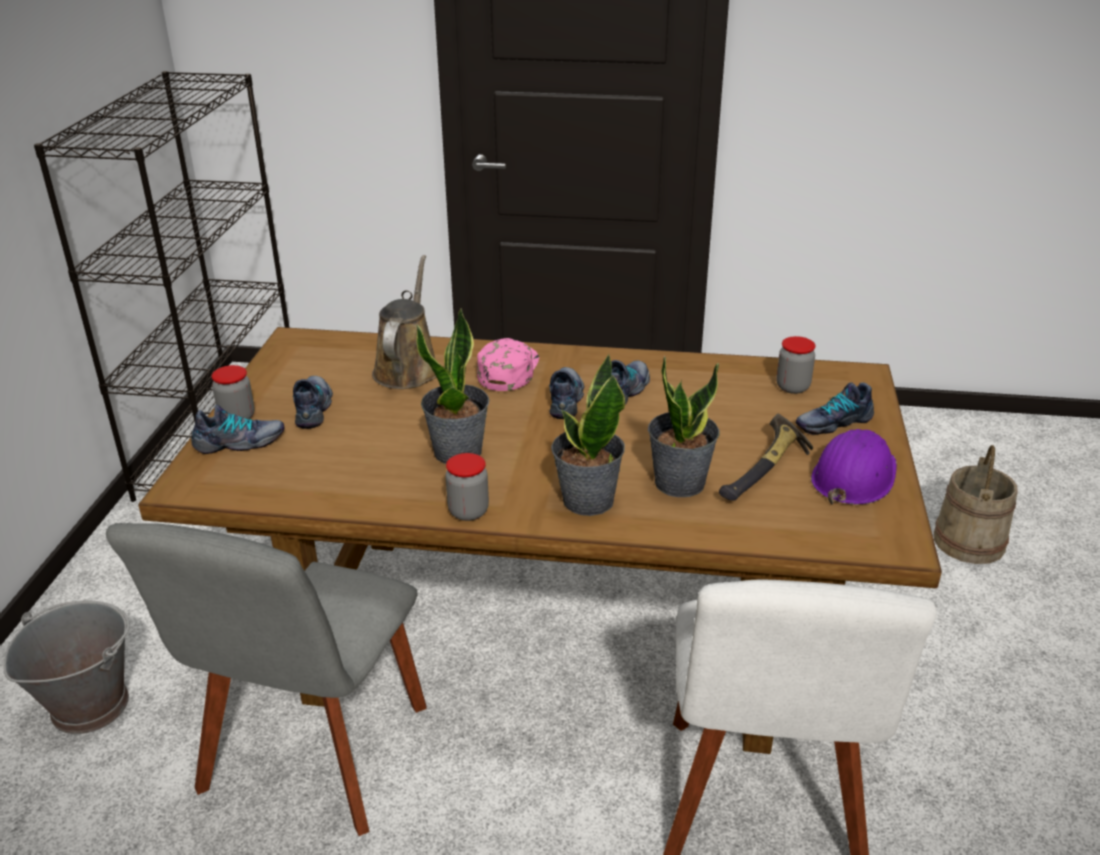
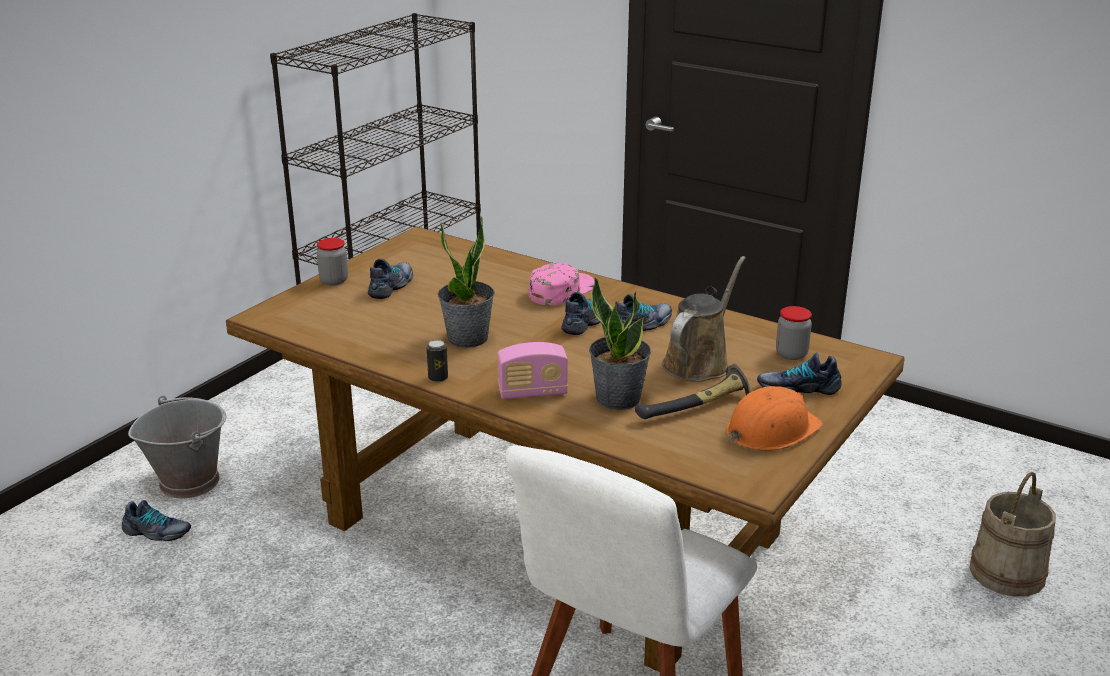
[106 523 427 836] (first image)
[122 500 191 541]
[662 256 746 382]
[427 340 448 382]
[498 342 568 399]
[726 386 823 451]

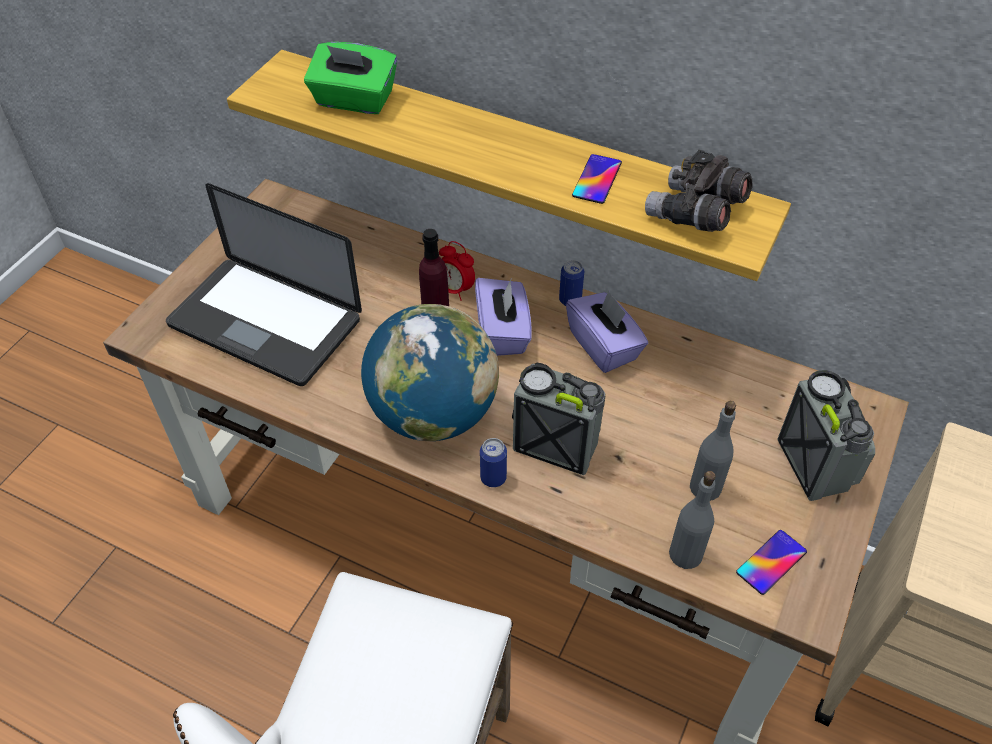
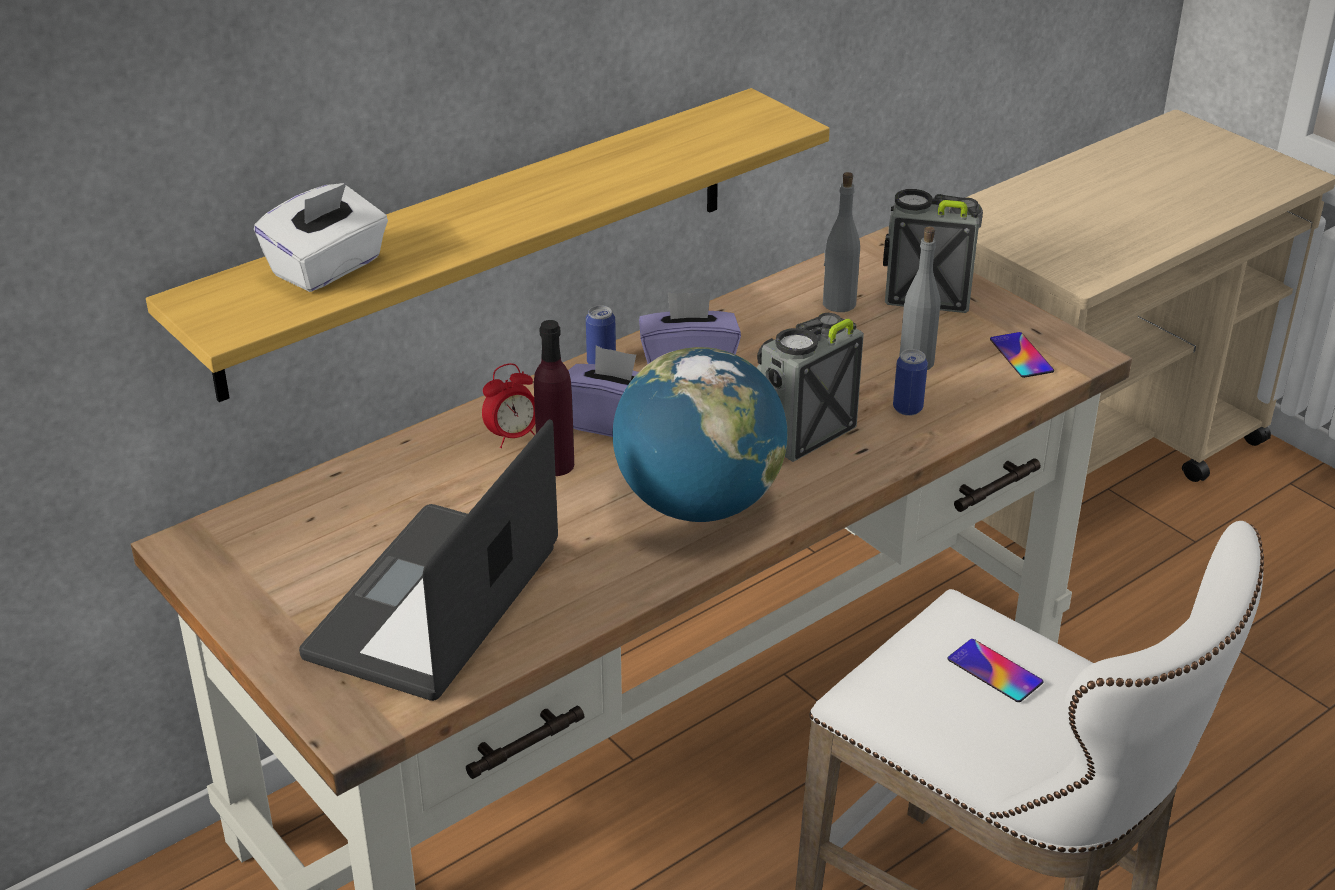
[299 419 558 701]
[254 183 388 292]
[893 349 928 416]
[948 639 1043 702]
[645 150 753 232] (first image)
[823 172 860 312]

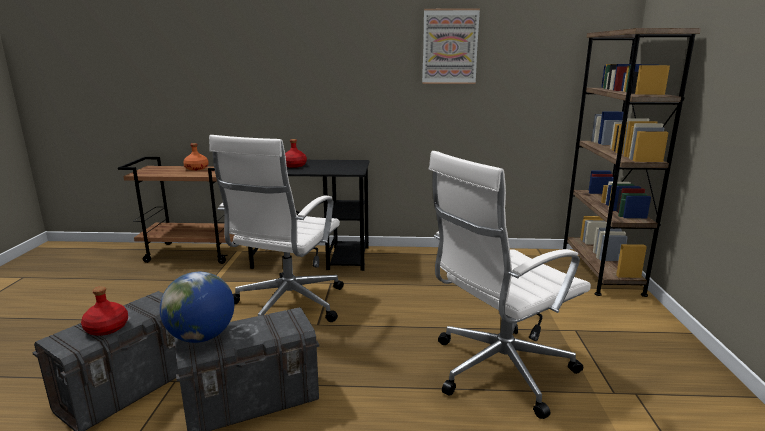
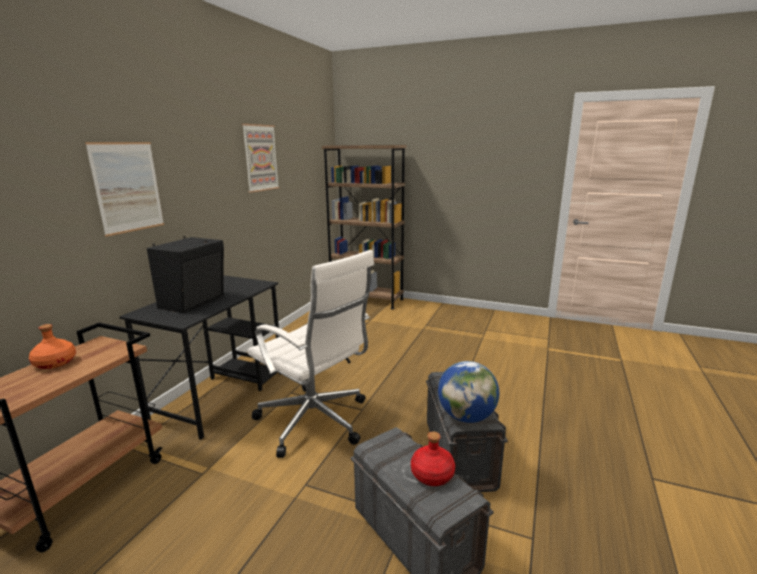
[147 236 224 313]
[429 151 591 419] (first image)
[85 142 164 237]

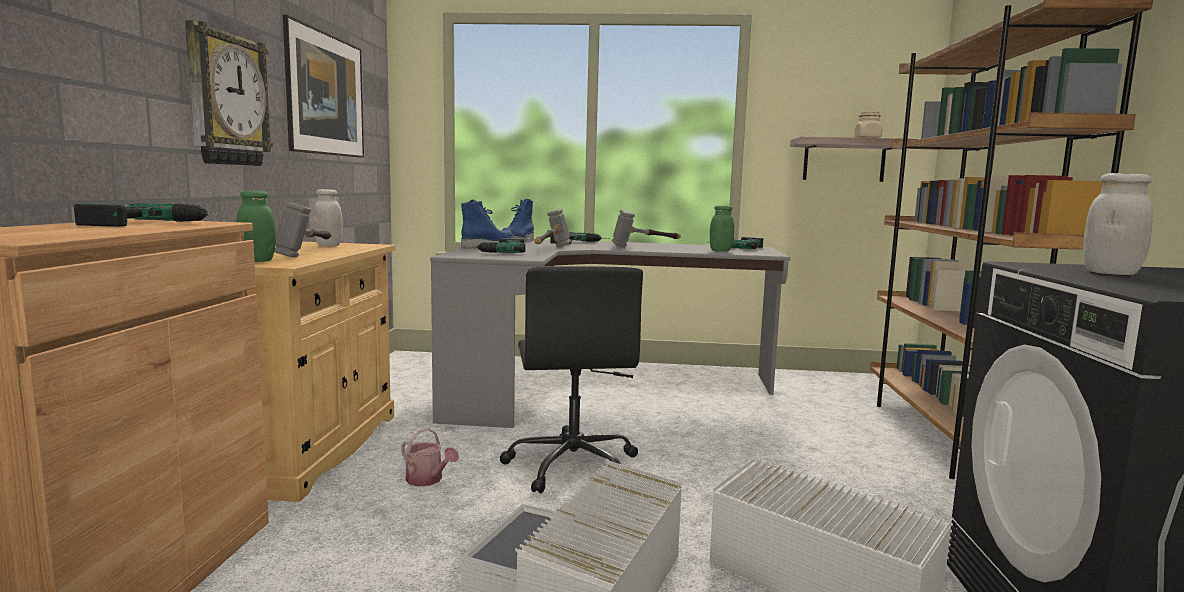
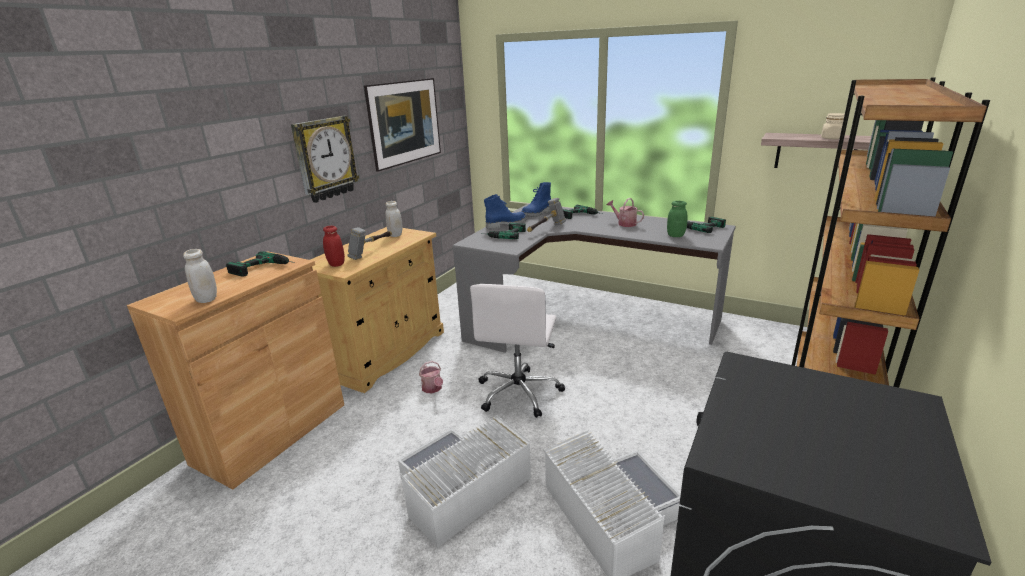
[323 226 345 267]
[470 284 565 418]
[607 198 644 227]
[183 249 217 303]

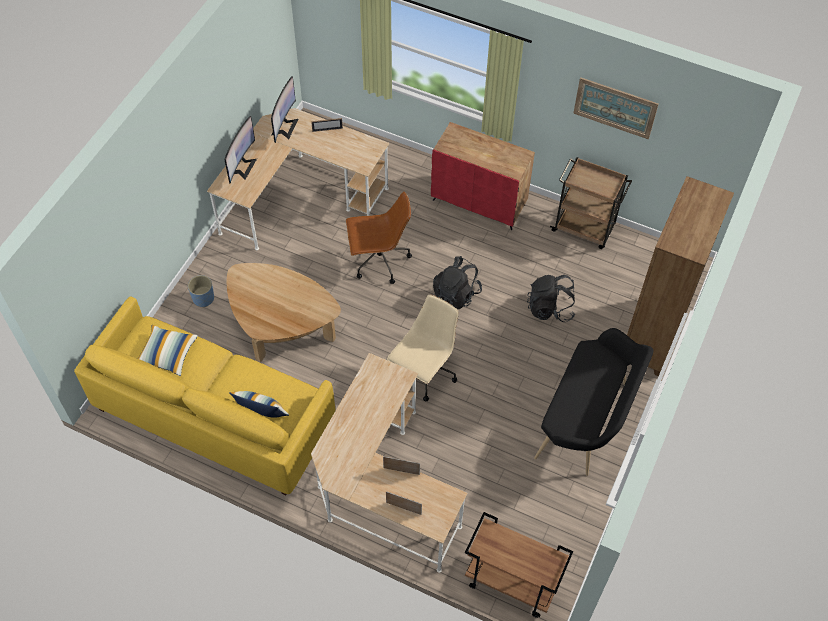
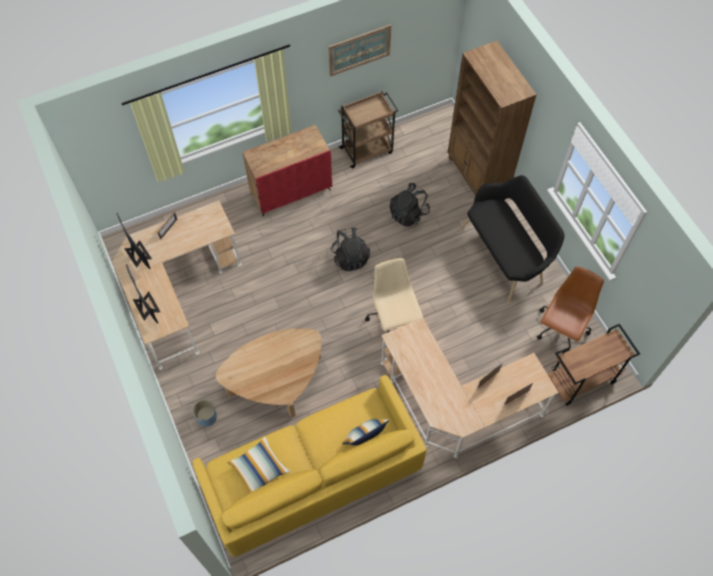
[537 266 604 352]

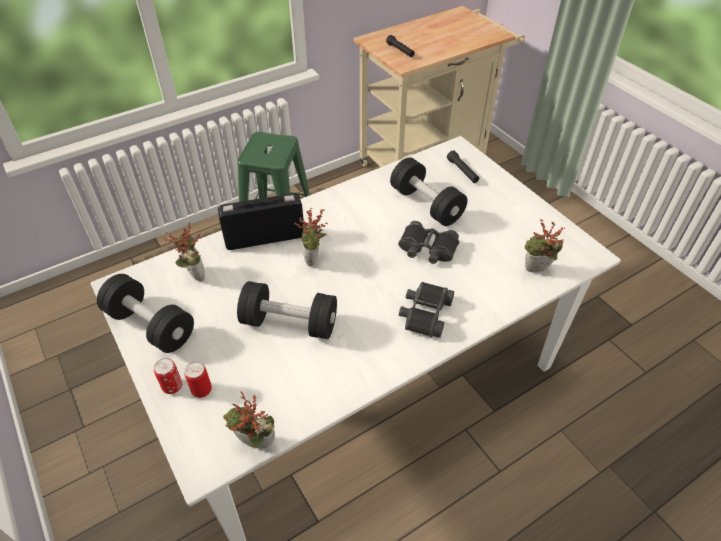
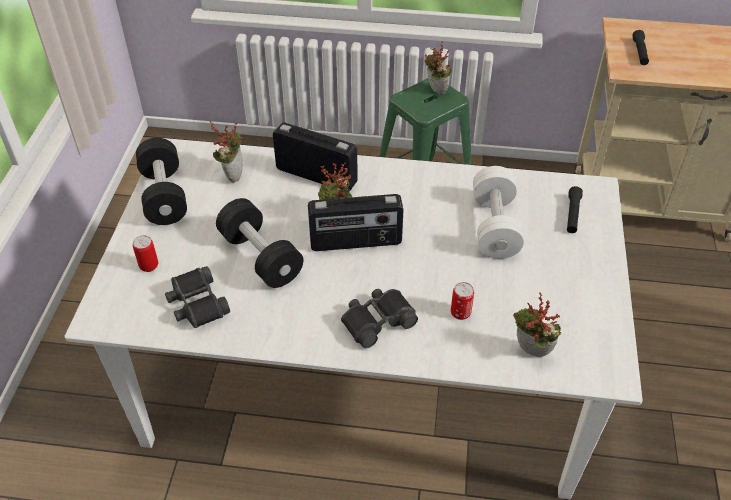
[451 282 474 320]
[424 41 452 95]
[473 166 524 259]
[165 266 230 328]
[308 194 403 251]

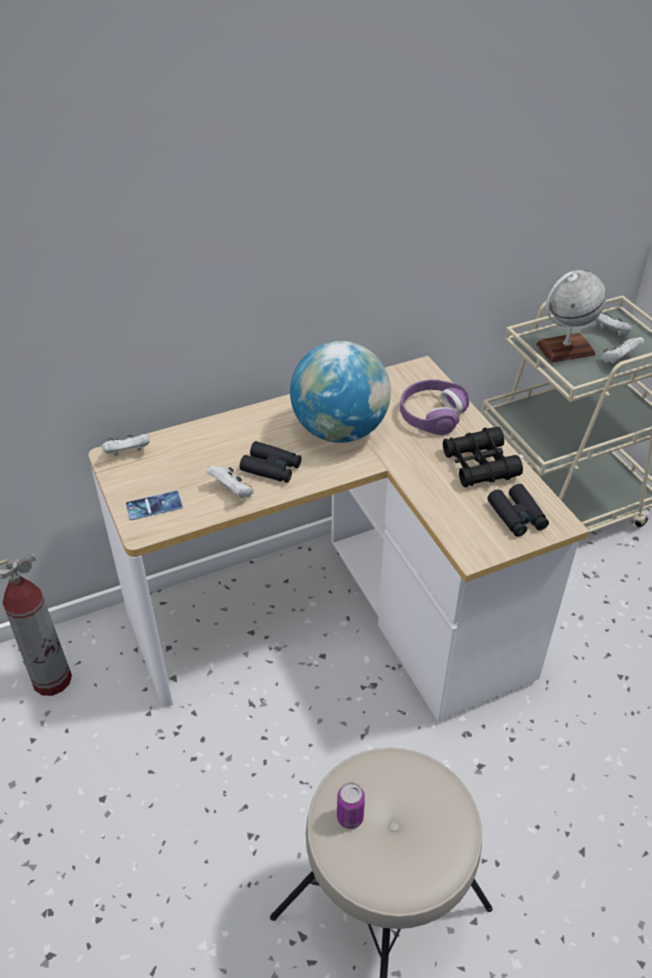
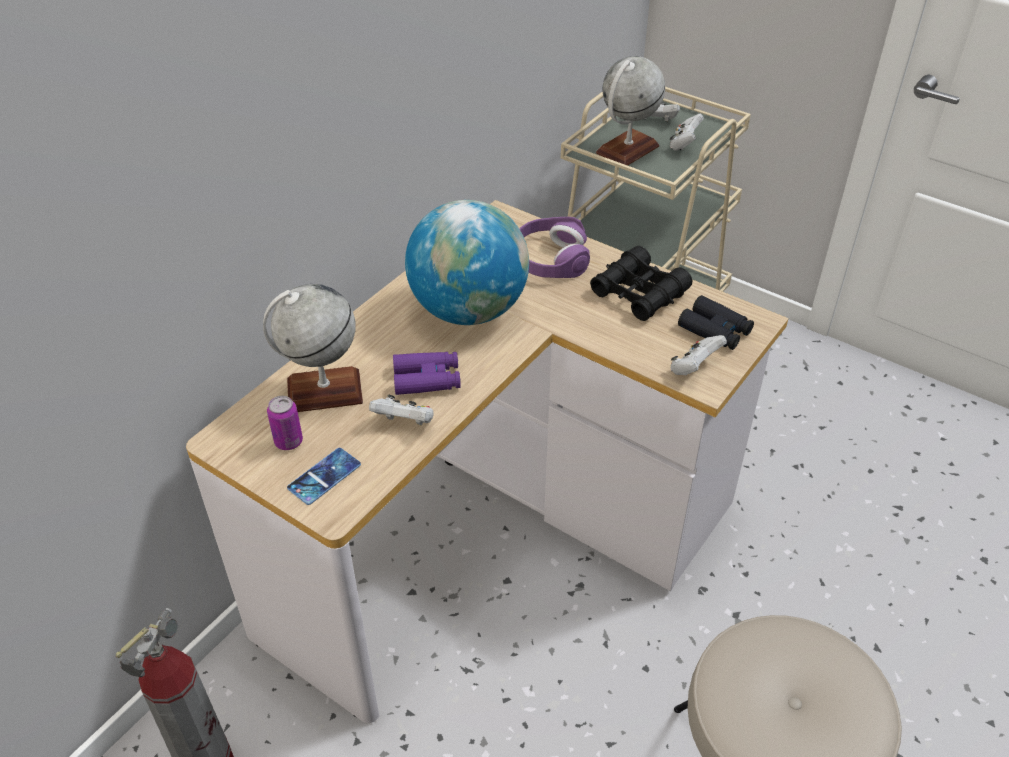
[670 335 727 376]
[393 352 461 395]
[267 396 303 450]
[263 284 363 412]

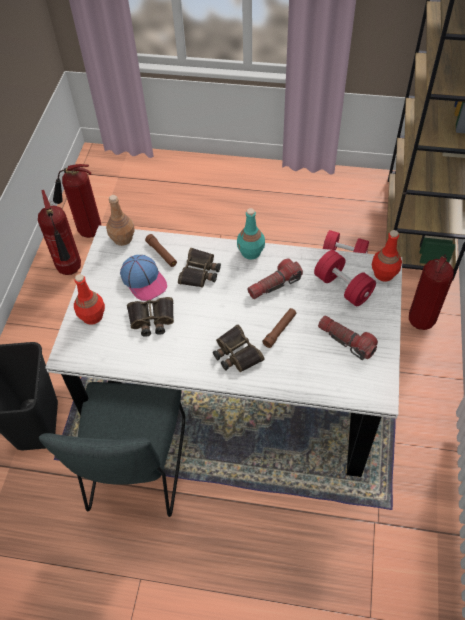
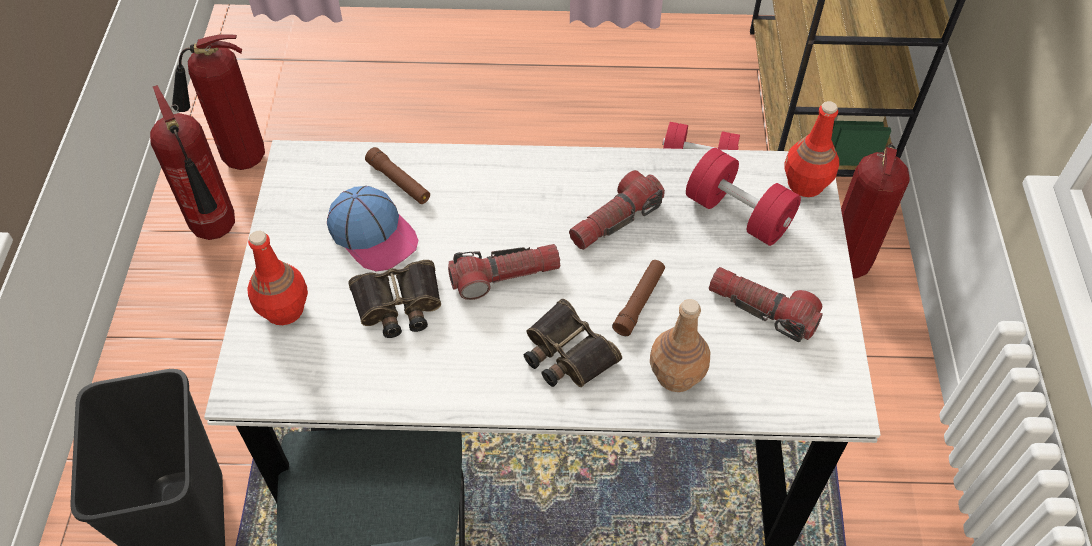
[650 299 710 392]
[178 248 221 288] (first image)
[237 208 265 260] (first image)
[448 244 560 300]

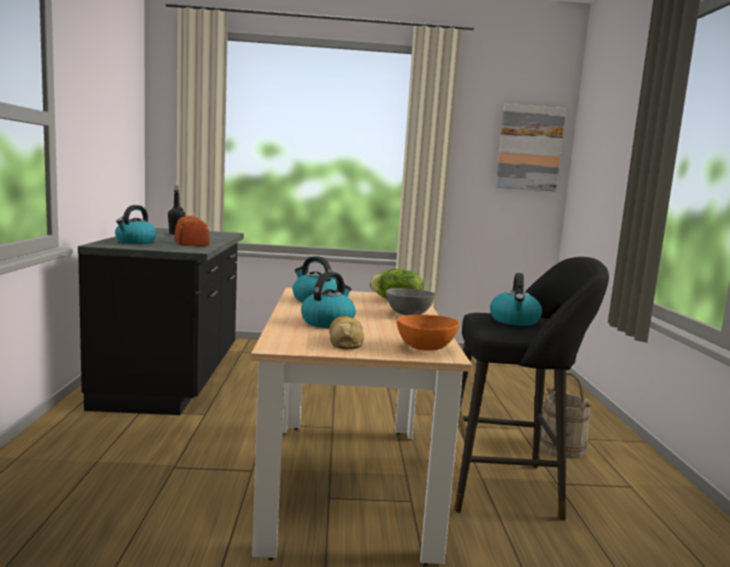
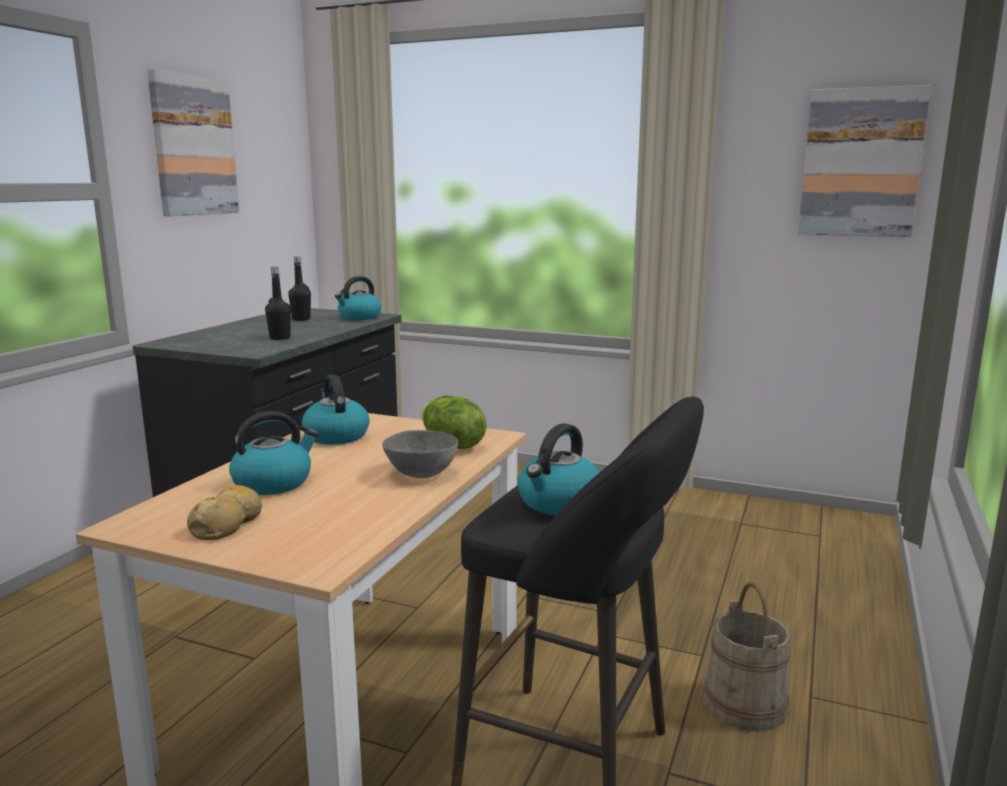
[335 276 381 320]
[265 267 291 340]
[397 315 459 351] (first image)
[147 69 239 216]

